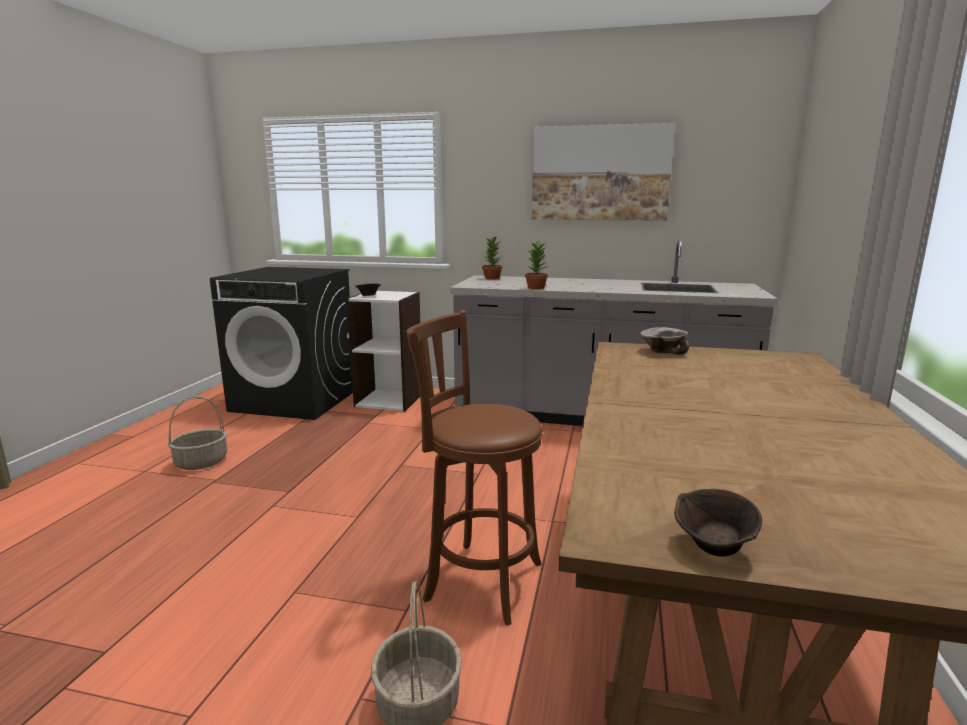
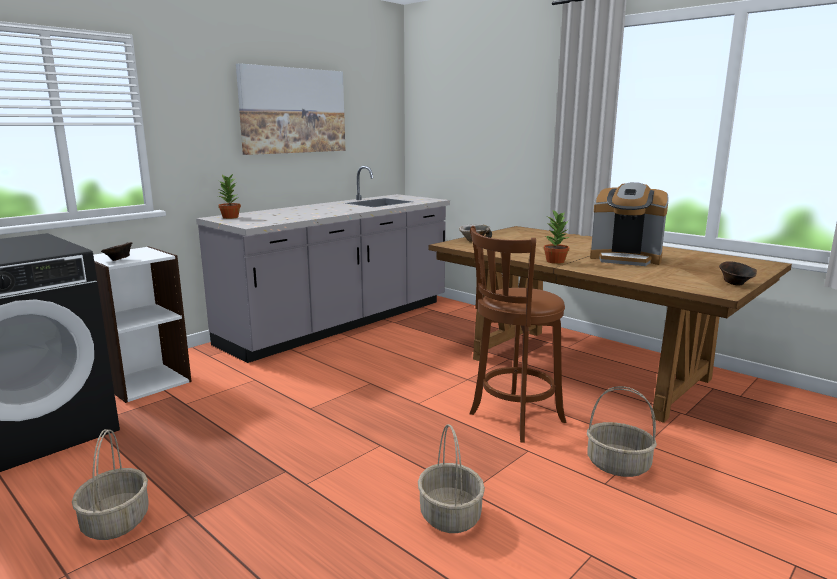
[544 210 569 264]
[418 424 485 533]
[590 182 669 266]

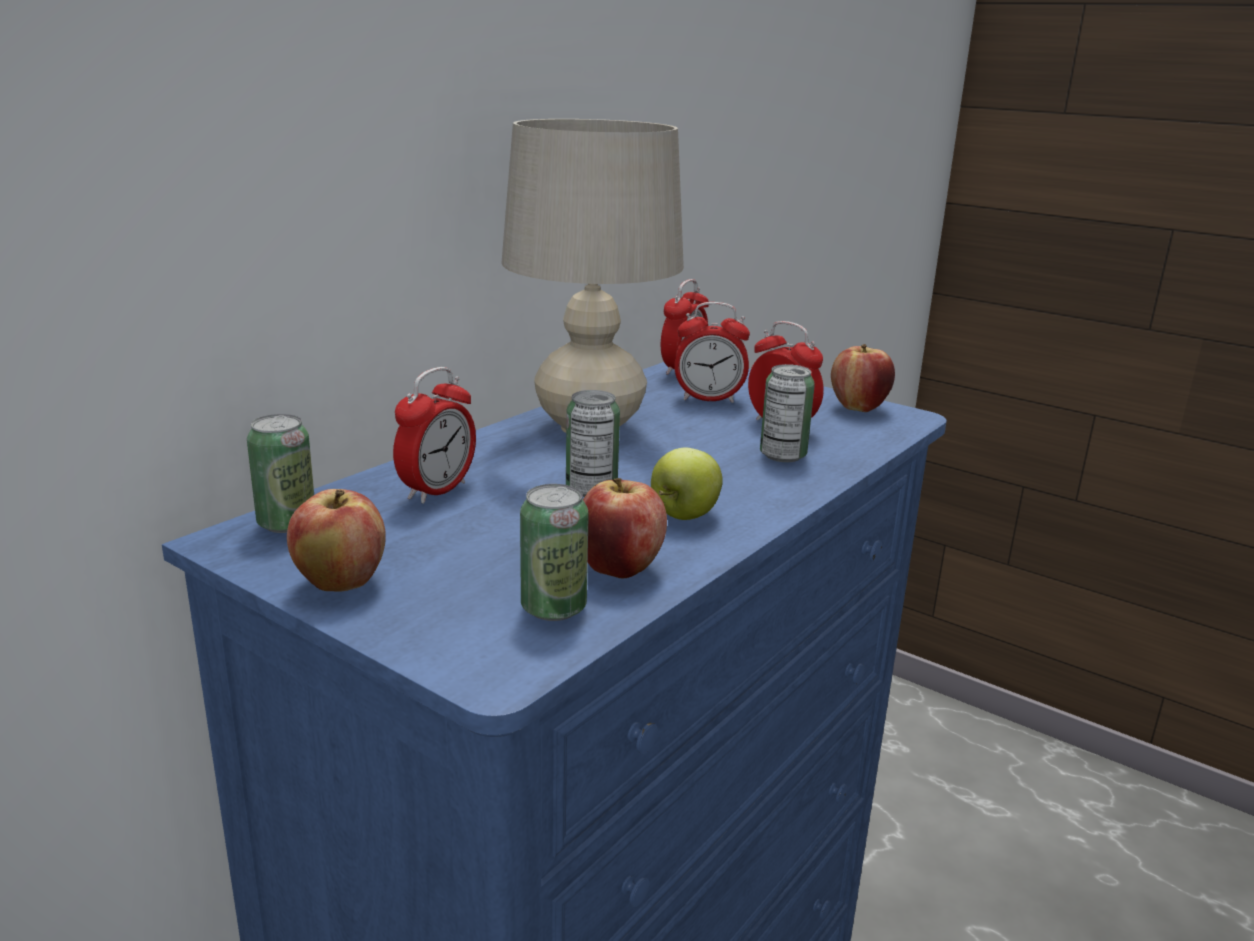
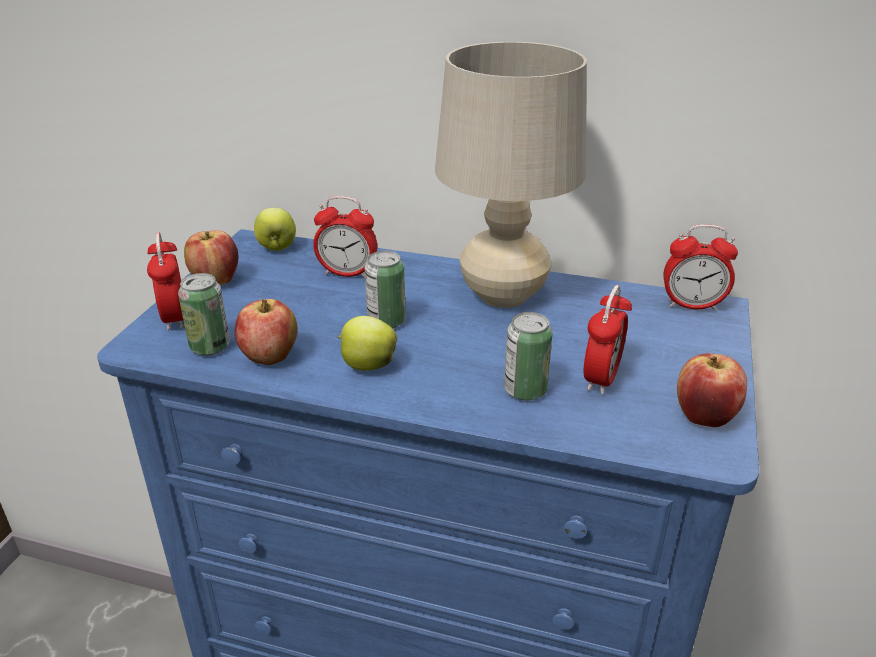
[254 208 296 251]
[147 232 183 330]

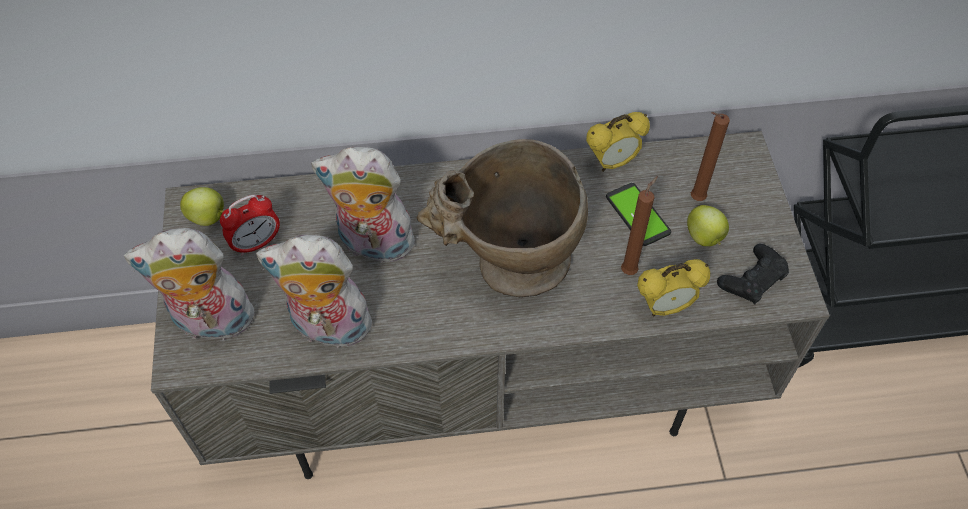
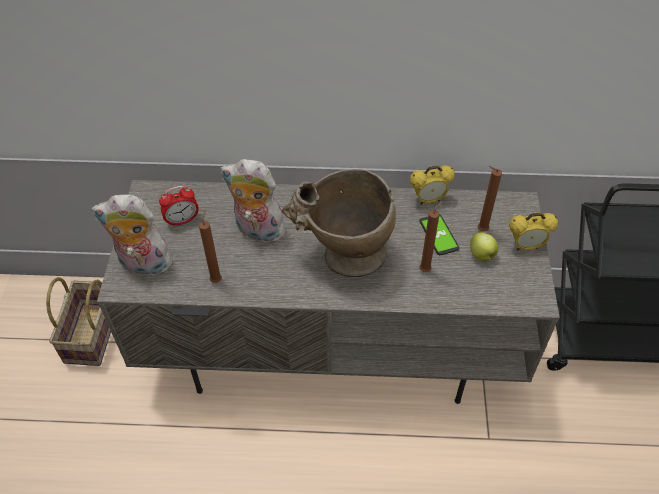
[180 187 224 226] (first image)
[199 210 222 283]
[509 213 558 251]
[717 244 789 304] (first image)
[46 277 111 366]

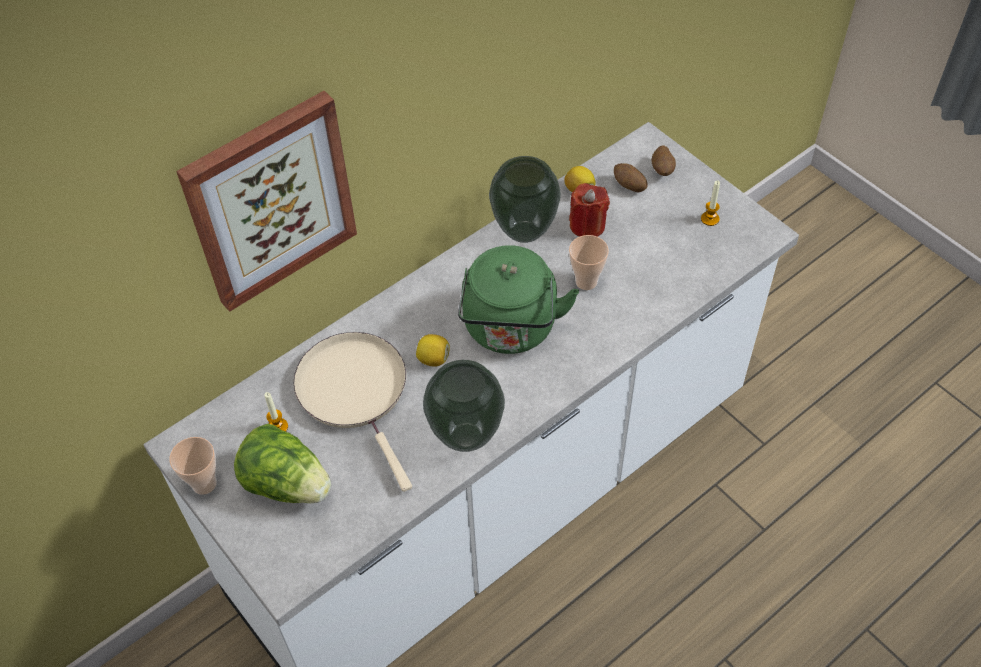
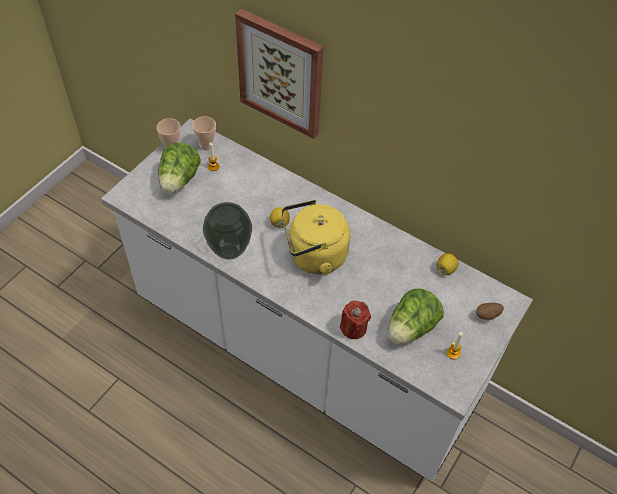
[293 332 412 492] (first image)
[281 200 350 275]
[489 156 561 243] (first image)
[340 301 371 339]
[192 116 216 151]
[614 163 648 193] (first image)
[388 289 444 344]

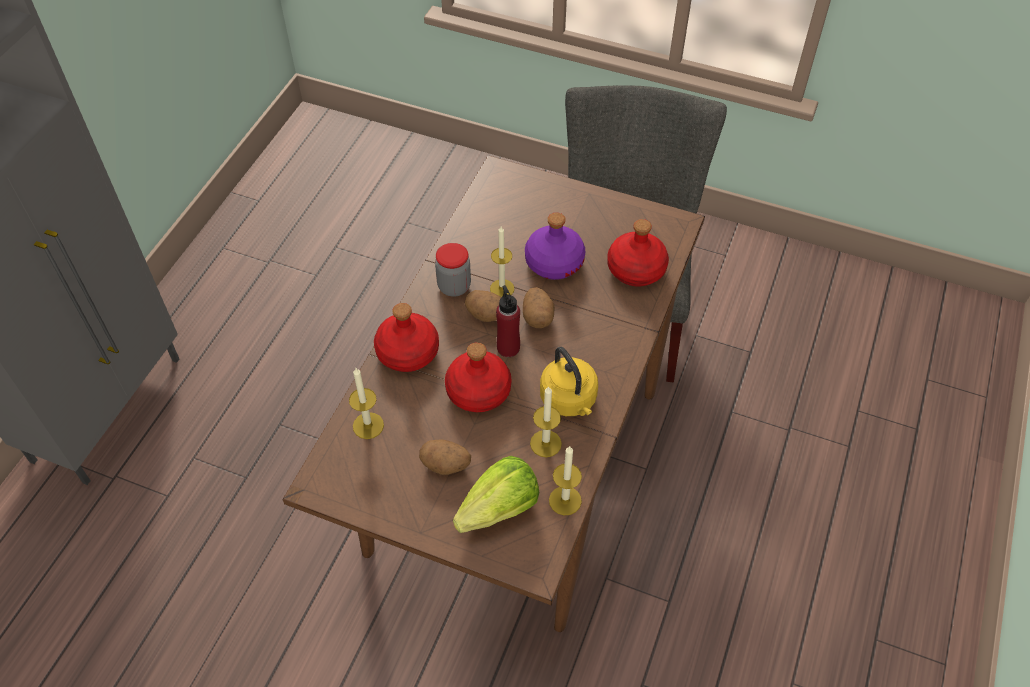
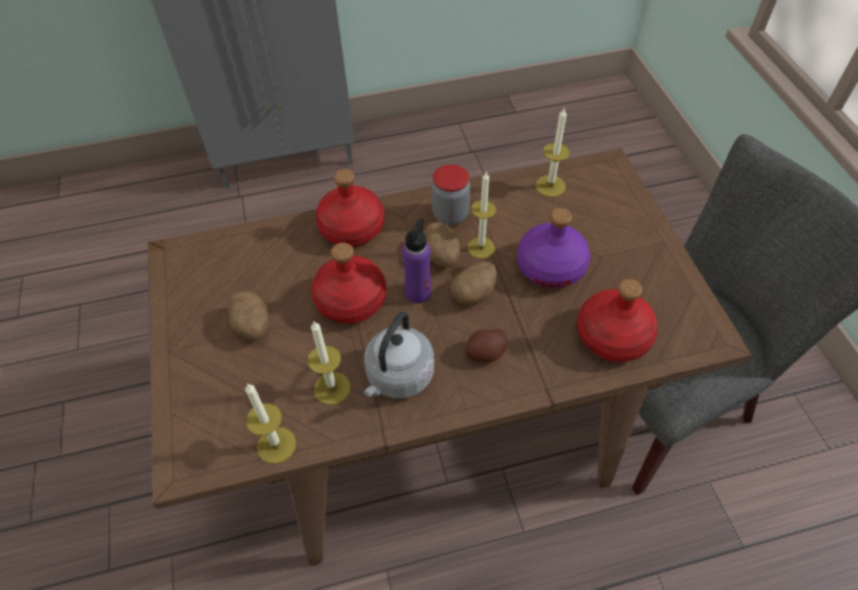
[536 108 570 197]
[453 456 539 533] (first image)
[402 219 432 303]
[363 312 434 398]
[466 329 508 362]

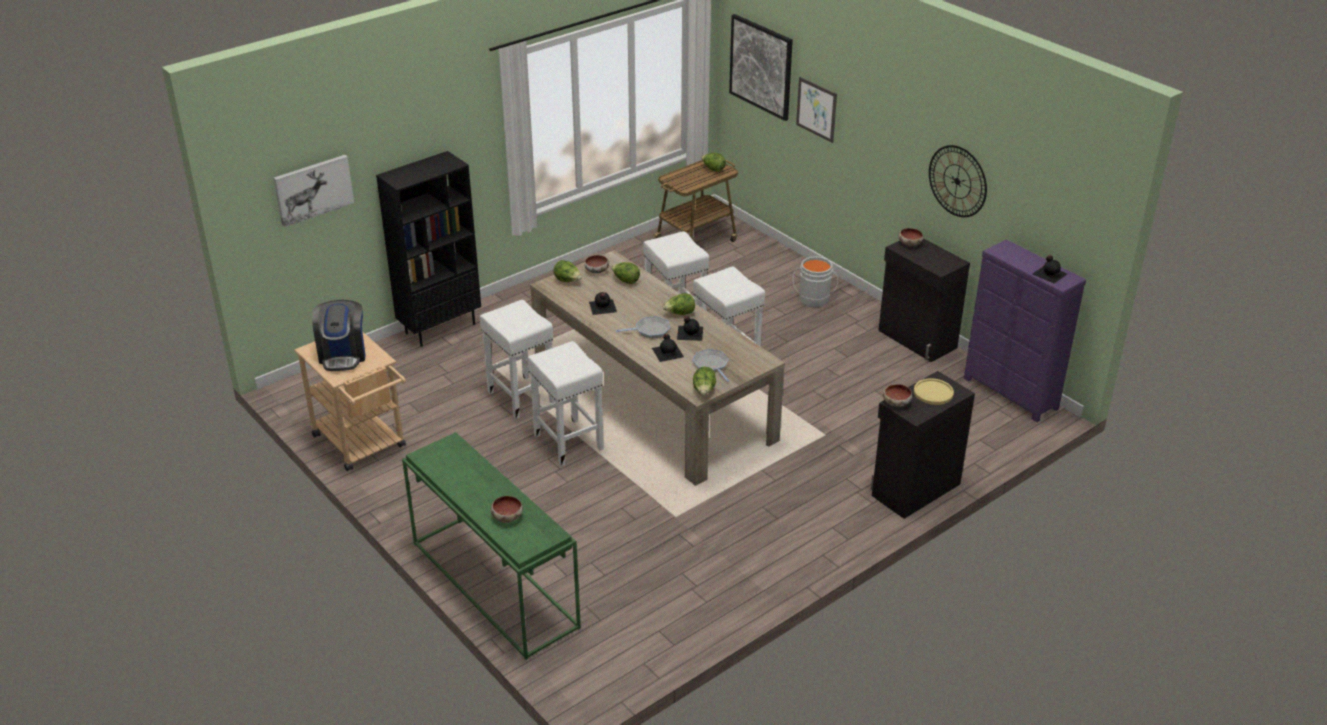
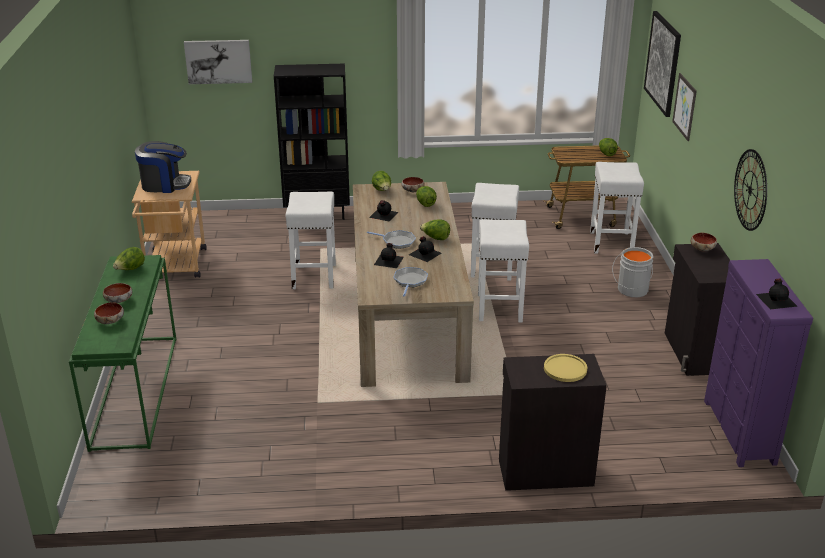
[135 141 191 193]
[590 162 644 254]
[113 247 145 270]
[103 283 133 303]

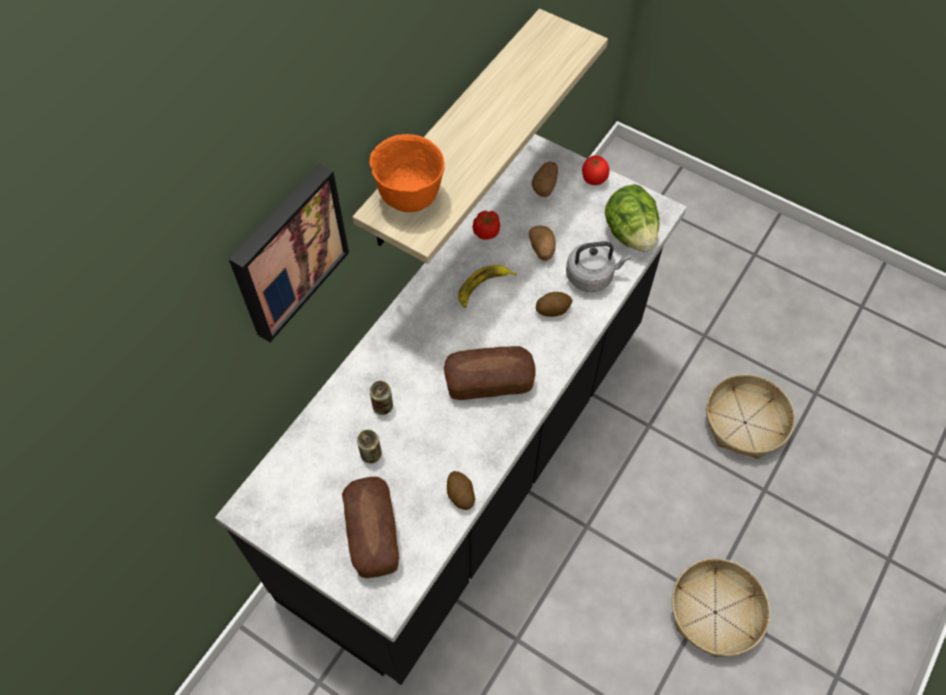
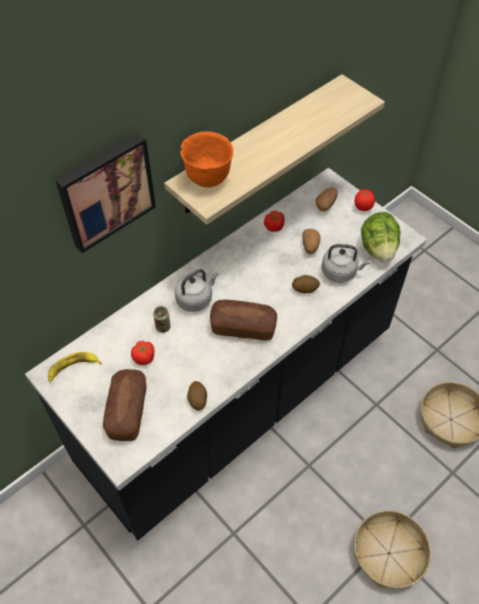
[131 341 155 365]
[48 352 102 382]
[175 269 219 312]

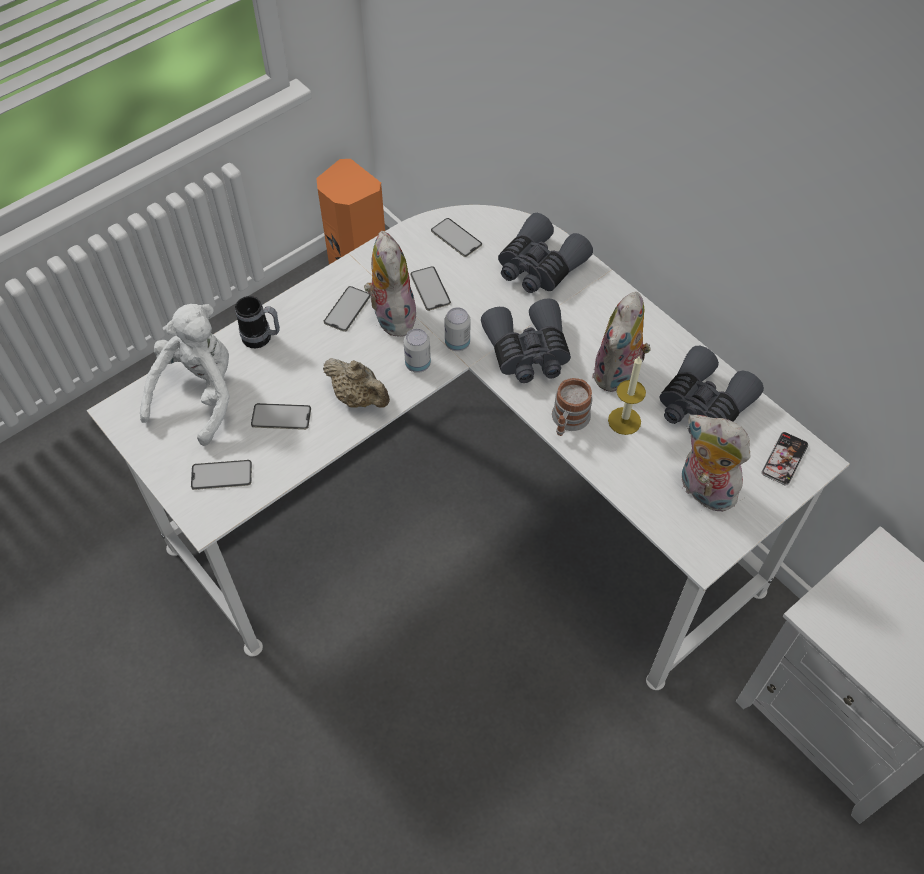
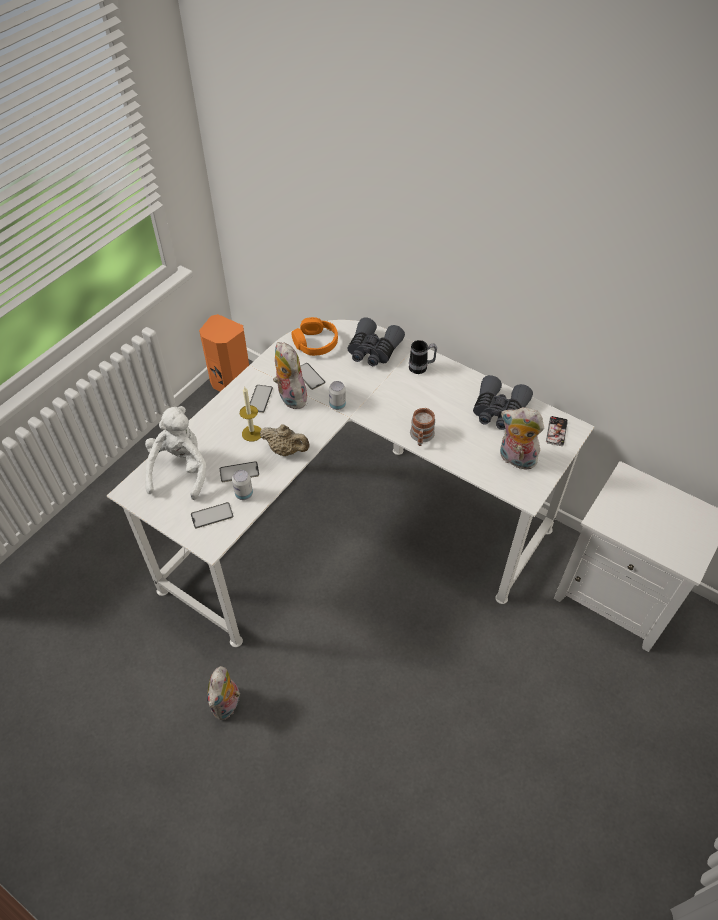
[409 340 437 374]
[232 470 253 500]
[291 317 338 356]
[481 298 571 383] (first image)
[207 666 240 720]
[240 386 262 442]

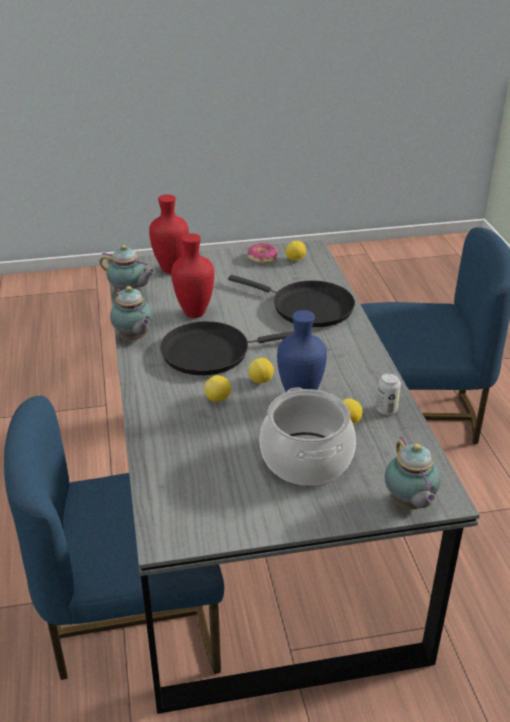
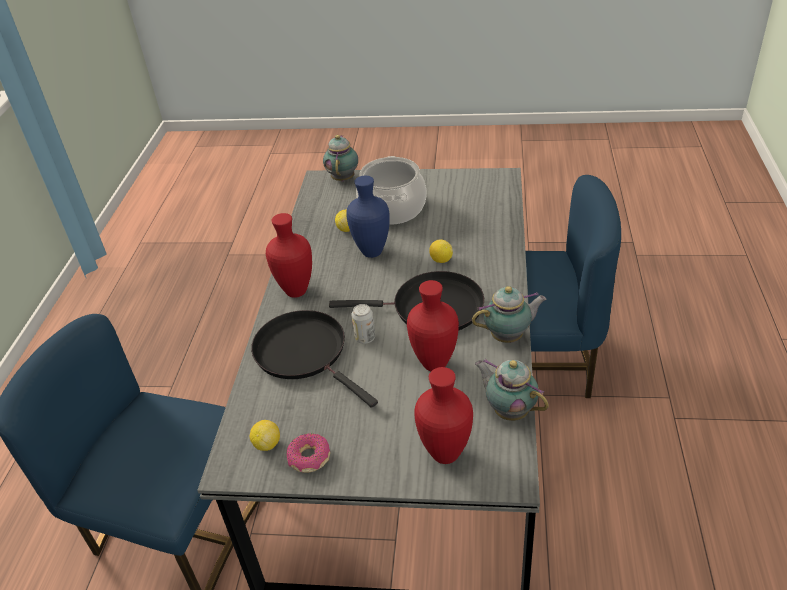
[472 286 547 343]
[249 358 274 383] (first image)
[351 304 375 344]
[266 213 312 298]

